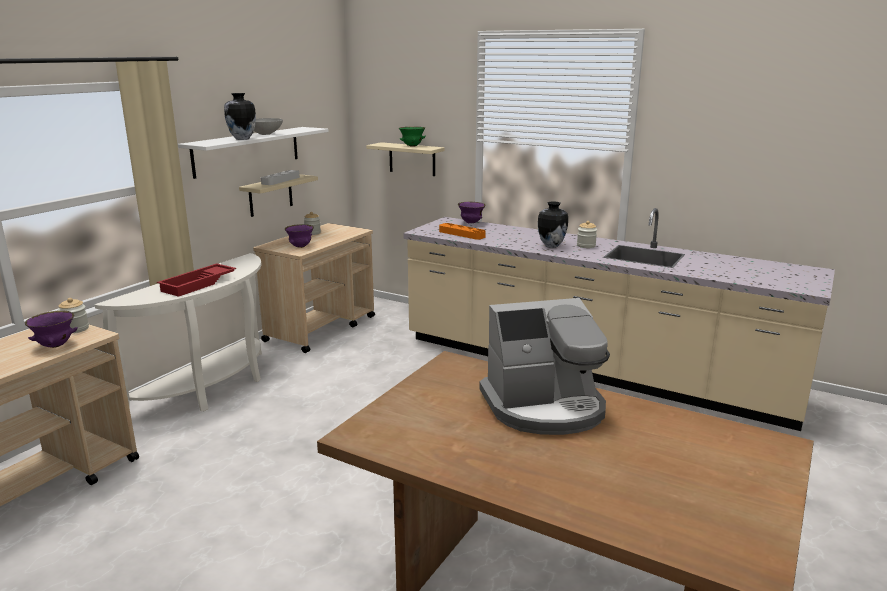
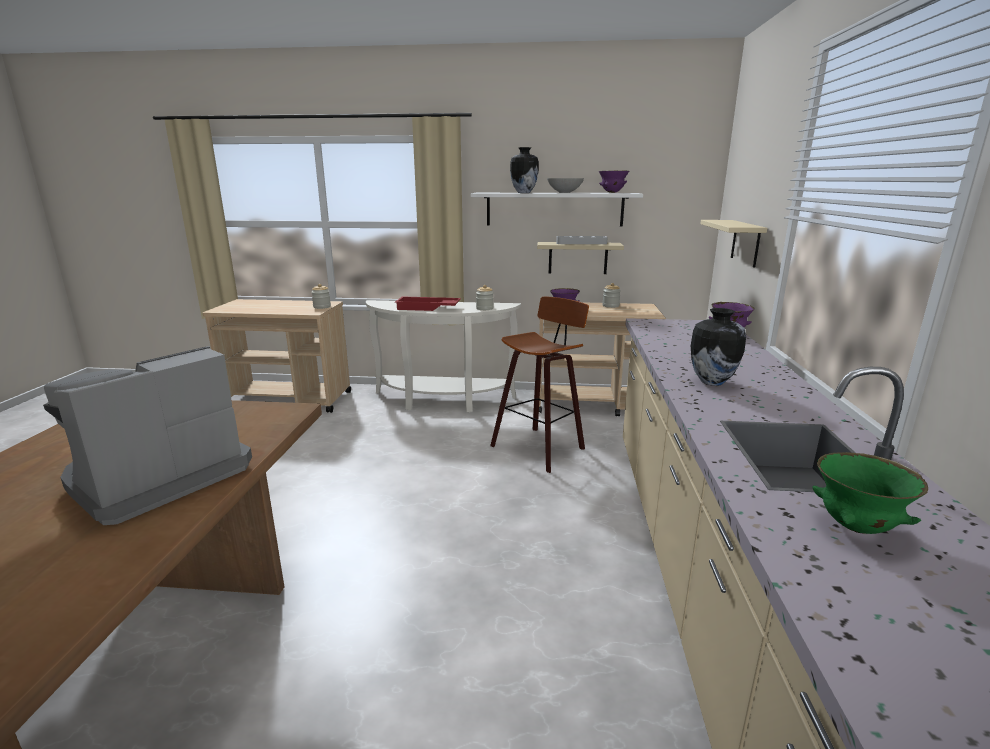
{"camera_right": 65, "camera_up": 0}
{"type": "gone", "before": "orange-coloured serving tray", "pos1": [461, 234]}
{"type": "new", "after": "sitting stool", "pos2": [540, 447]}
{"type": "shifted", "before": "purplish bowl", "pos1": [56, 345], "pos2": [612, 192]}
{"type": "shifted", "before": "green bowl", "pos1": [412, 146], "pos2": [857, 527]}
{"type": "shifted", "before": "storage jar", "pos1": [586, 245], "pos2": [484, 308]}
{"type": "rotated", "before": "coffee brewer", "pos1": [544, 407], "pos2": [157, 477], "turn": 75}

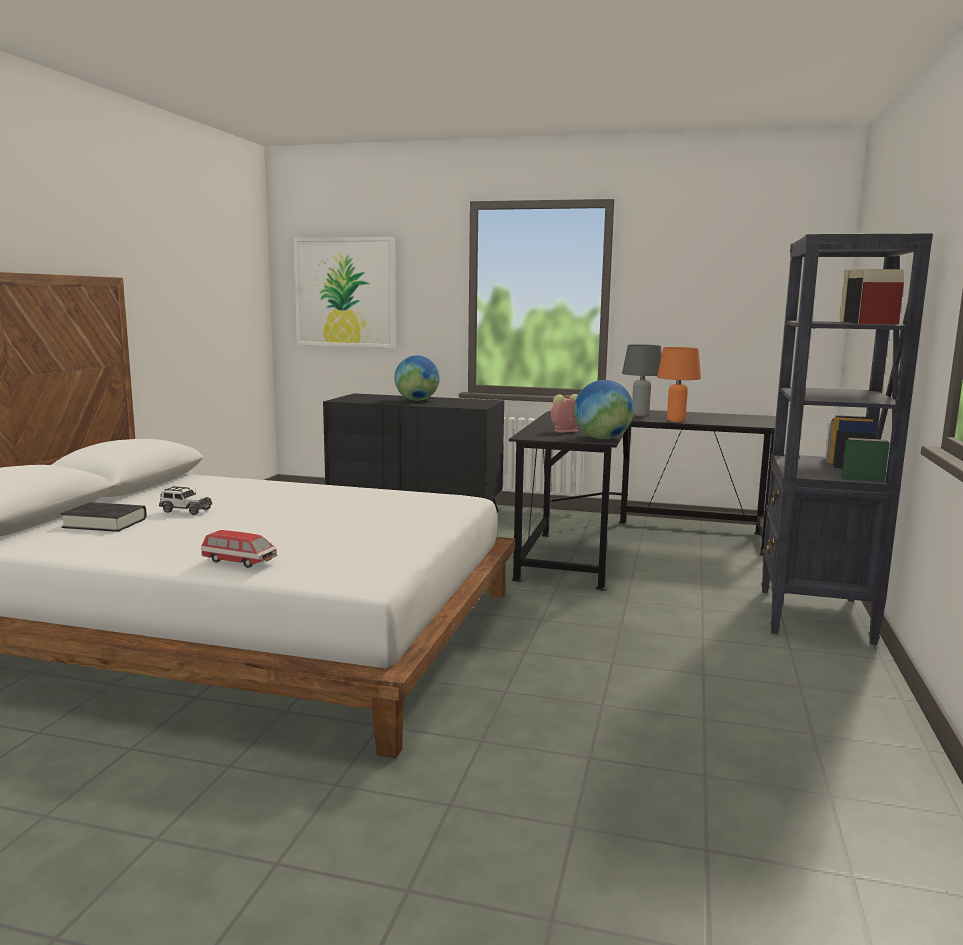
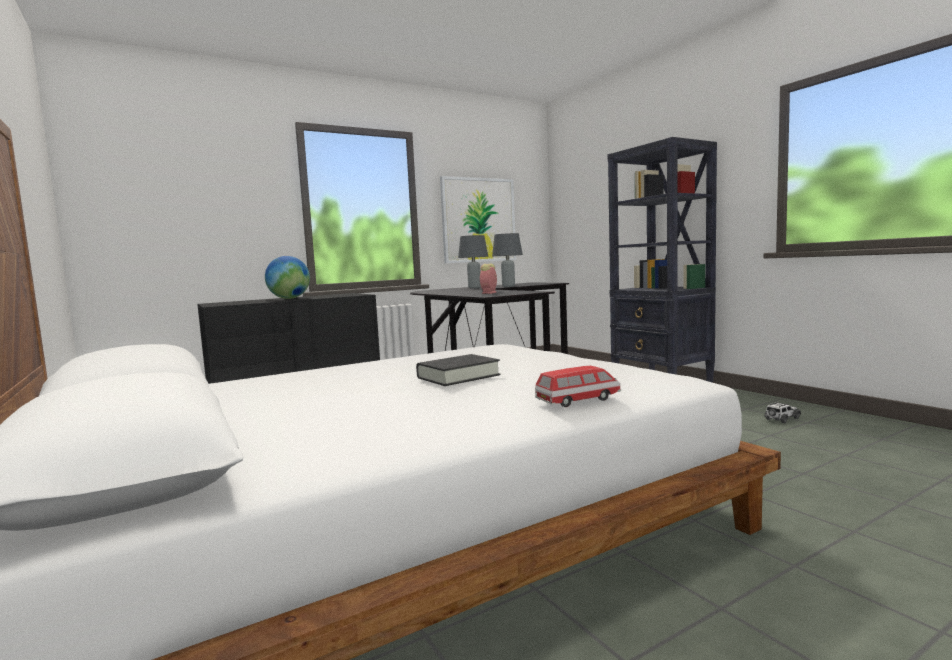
{"camera_right": -45, "camera_up": -5}
{"type": "gone", "before": "globe", "pos1": [602, 439]}
{"type": "shifted", "before": "blackish book", "pos1": [105, 523], "pos2": [458, 376]}
{"type": "shifted", "before": "miniature car", "pos1": [185, 511], "pos2": [782, 419]}
{"type": "shifted", "before": "picture", "pos1": [345, 292], "pos2": [478, 220]}
{"type": "repainted", "before": "orange-coloured lamp for a table", "after": "greyish lamp for a table", "pos1": [675, 421], "pos2": [508, 286]}

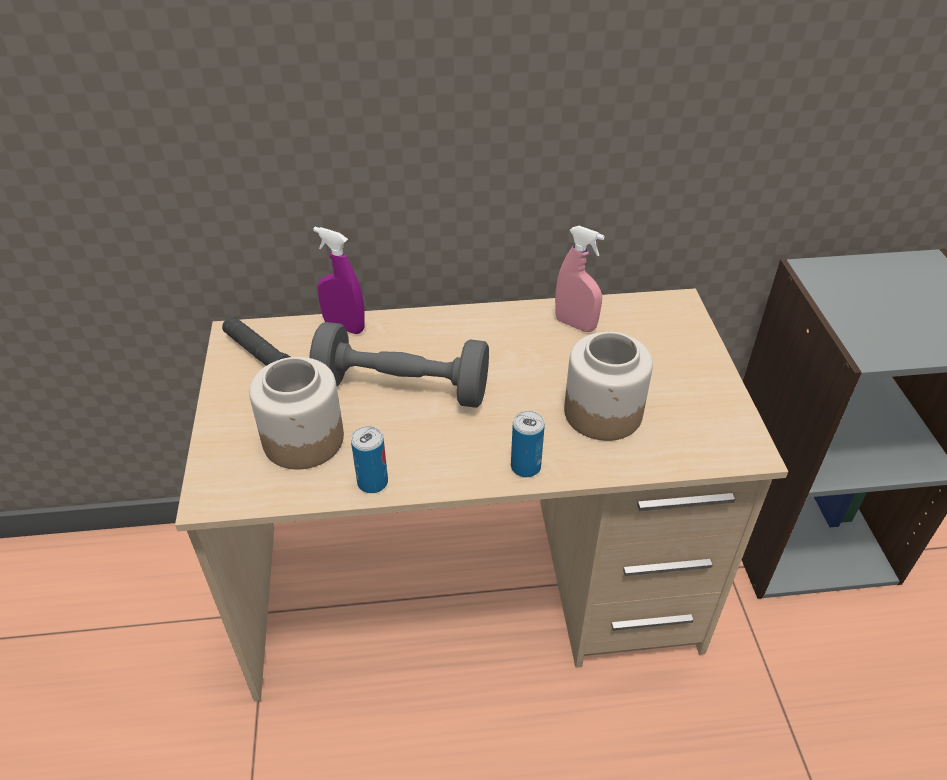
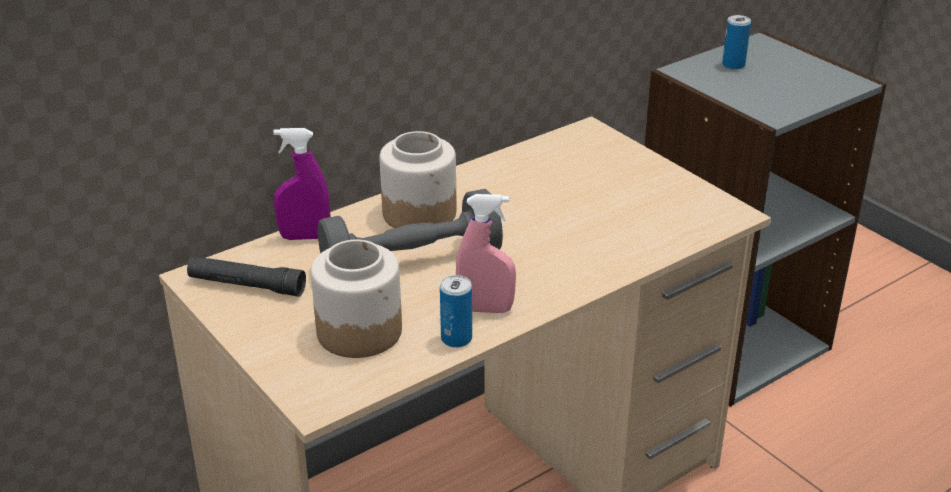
{"camera_right": -30, "camera_up": -10}
{"type": "shifted", "before": "sealed can", "pos1": [525, 467], "pos2": [733, 65]}
{"type": "shifted", "before": "pinkish sprayer", "pos1": [575, 324], "pos2": [485, 309]}
{"type": "shifted", "before": "storage jar", "pos1": [603, 412], "pos2": [420, 213]}

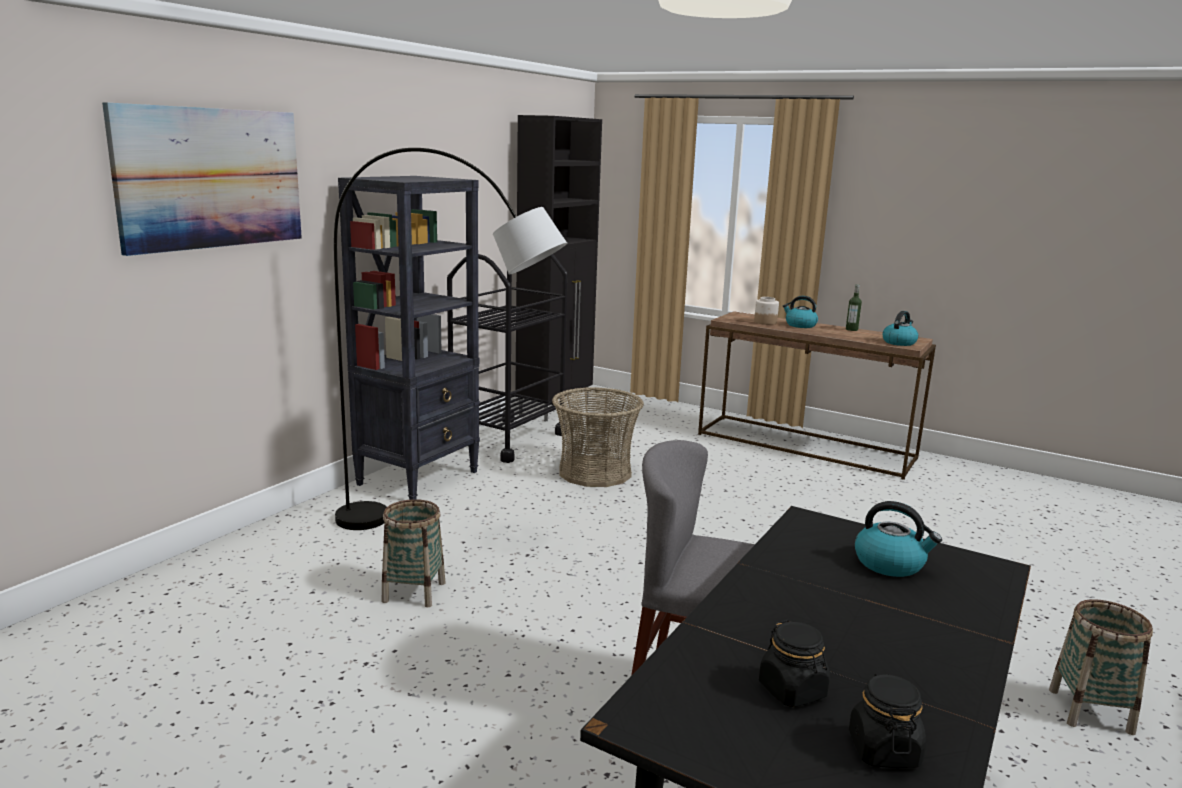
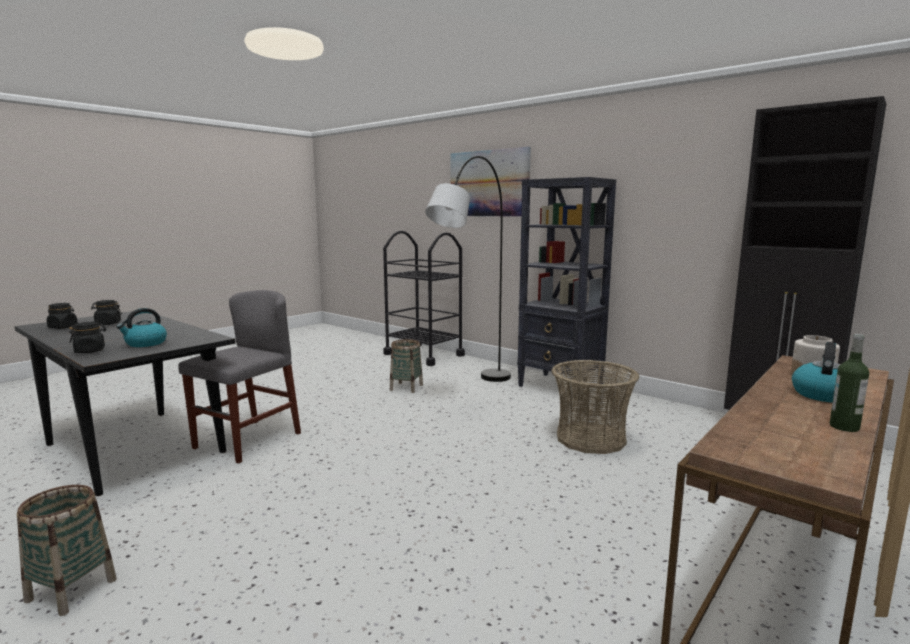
{"camera_right": 100, "camera_up": -5}
{"type": "gone", "before": "kettle", "pos1": [899, 342]}
{"type": "new", "after": "blackish storage jar", "pos2": [90, 351]}
{"type": "shifted", "before": "blackish cart", "pos1": [507, 440], "pos2": [424, 355]}

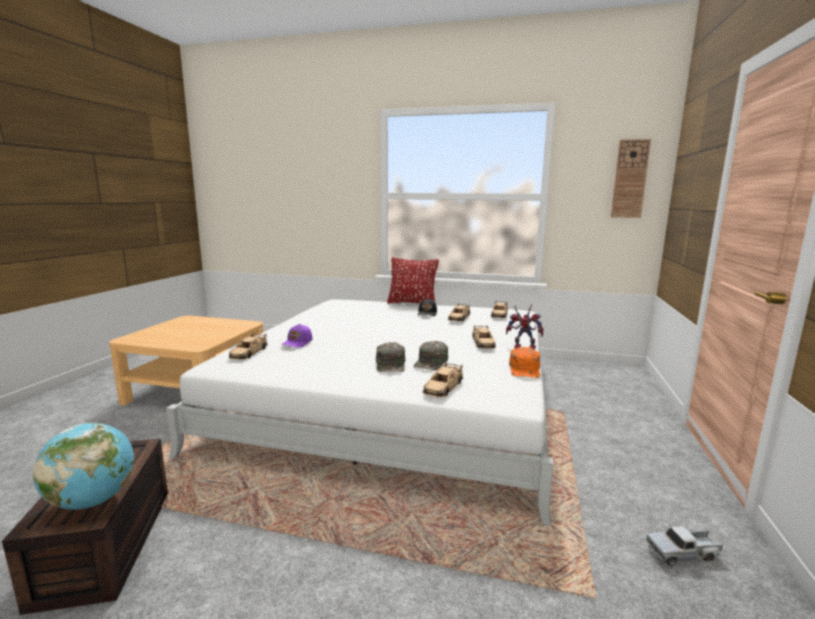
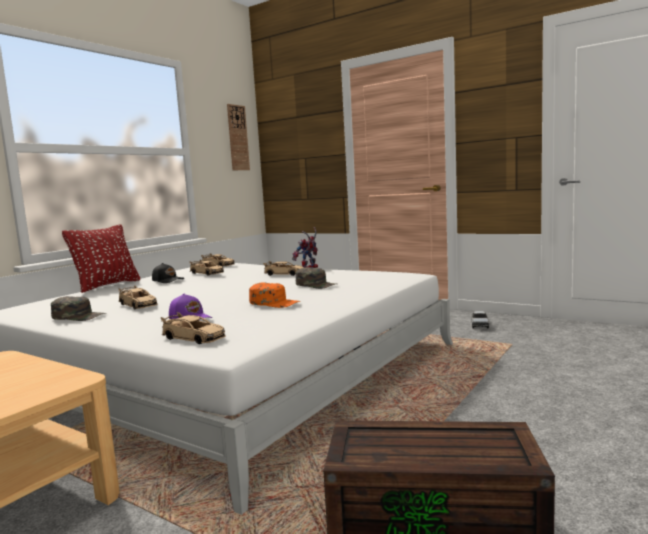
{"camera_right": -70, "camera_up": -5}
{"type": "gone", "before": "globe", "pos1": [93, 501]}
{"type": "shifted", "before": "green peaked cap", "pos1": [391, 364], "pos2": [79, 316]}
{"type": "shifted", "before": "beige miniature car", "pos1": [443, 387], "pos2": [138, 305]}
{"type": "shifted", "before": "orange-coloured peaked cap", "pos1": [525, 369], "pos2": [274, 303]}

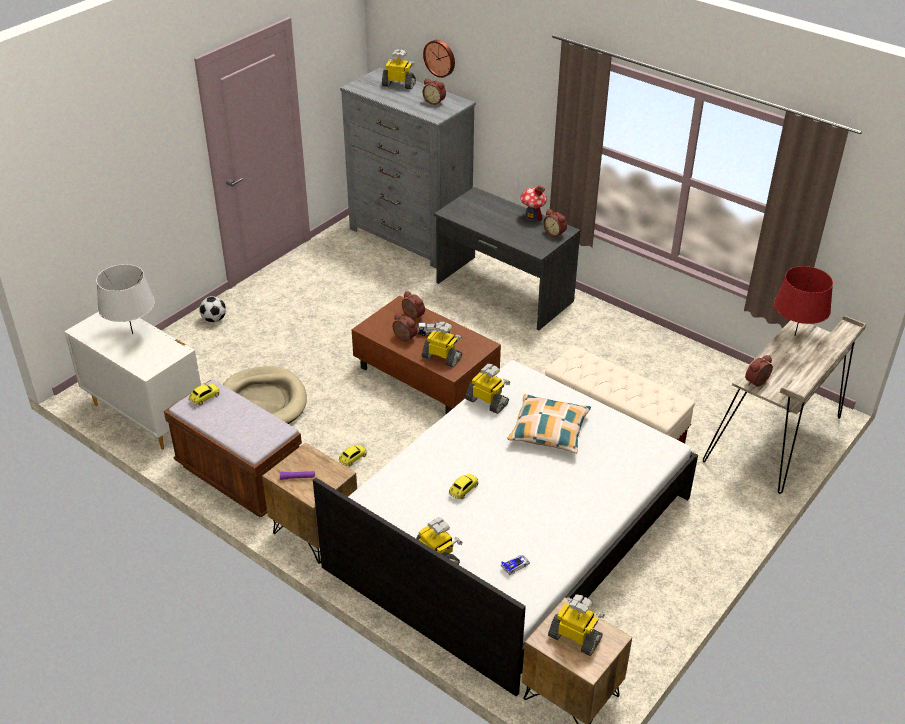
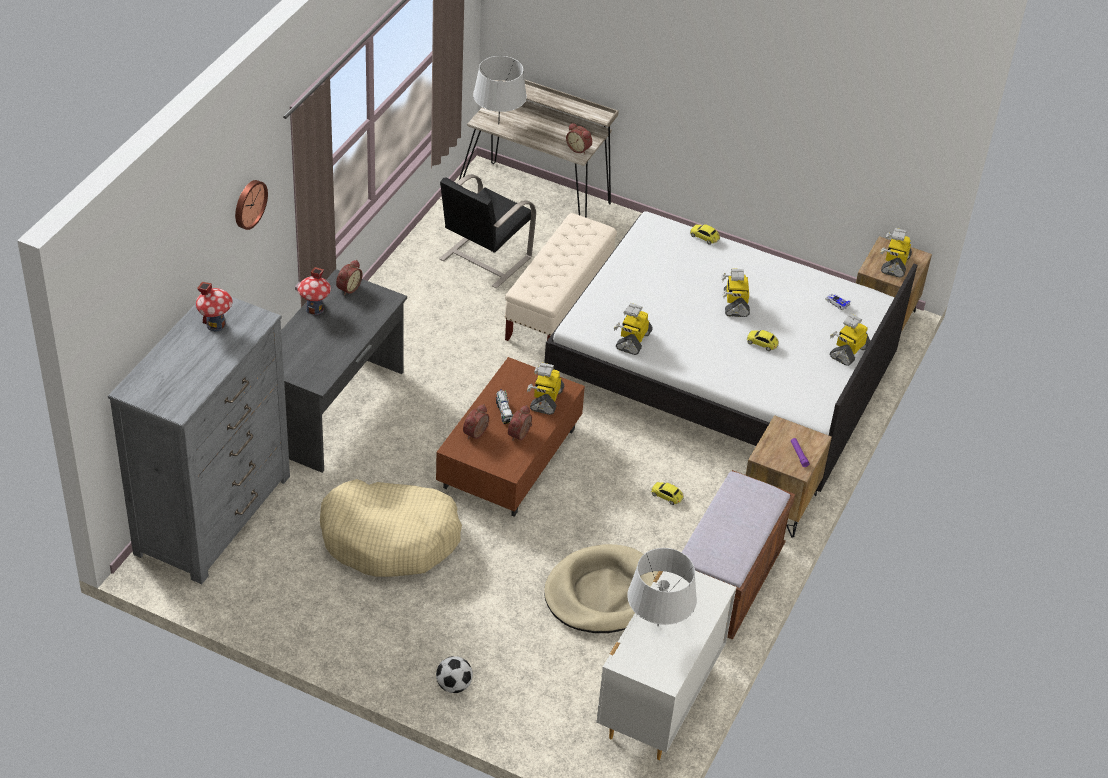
{"camera_right": -105, "camera_up": 5}
{"type": "gone", "before": "cushion", "pos1": [549, 430]}
{"type": "new", "after": "beige pet bed", "pos2": [390, 538]}
{"type": "new", "after": "blackish upright chair", "pos2": [484, 259]}
{"type": "shifted", "before": "miniature car", "pos1": [204, 398], "pos2": [704, 237]}
{"type": "shifted", "before": "robot figure", "pos1": [399, 84], "pos2": [735, 304]}
{"type": "shifted", "before": "clock on the wall", "pos1": [440, 58], "pos2": [249, 203]}
{"type": "swapped", "before": "table clock", "after": "model house", "pos1": [435, 102], "pos2": [216, 324]}
{"type": "repainted", "before": "reddish lamp for a table", "after": "greyish lamp for a table", "pos1": [794, 336], "pos2": [499, 124]}

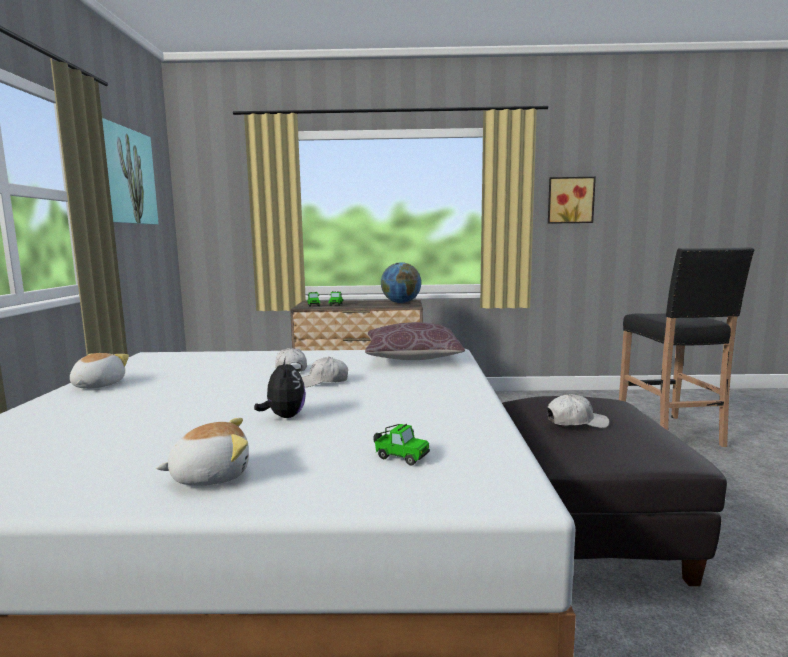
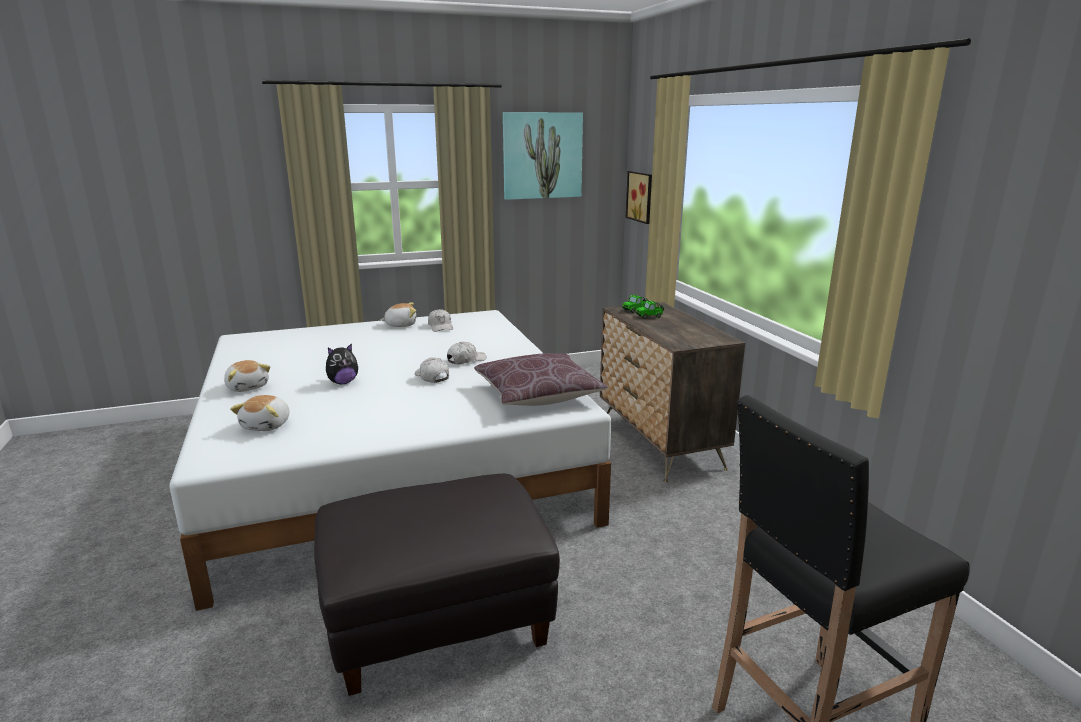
{"camera_right": 70, "camera_up": 10}
{"type": "gone", "before": "globe", "pos1": [401, 303]}
{"type": "shifted", "before": "white peaked cap", "pos1": [576, 422], "pos2": [440, 326]}
{"type": "shifted", "before": "picture", "pos1": [570, 200], "pos2": [641, 196]}
{"type": "swapped", "before": "miniature car", "after": "plush toy", "pos1": [399, 457], "pos2": [267, 425]}

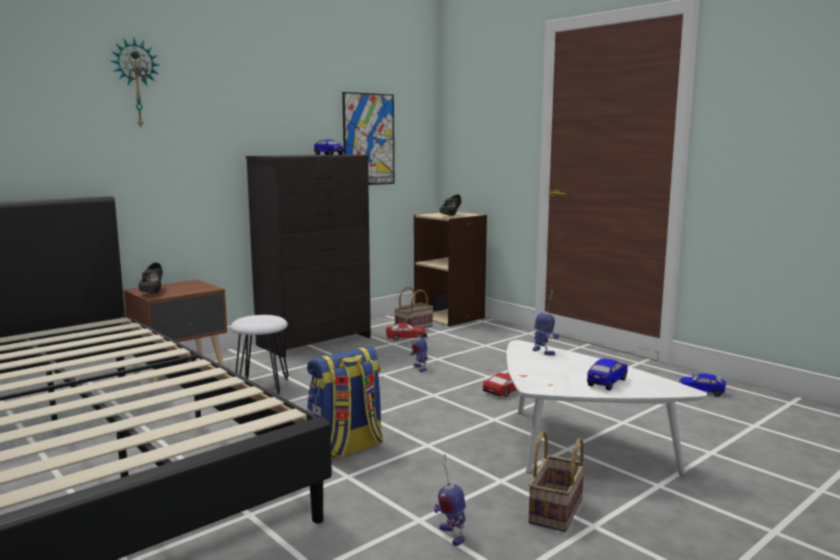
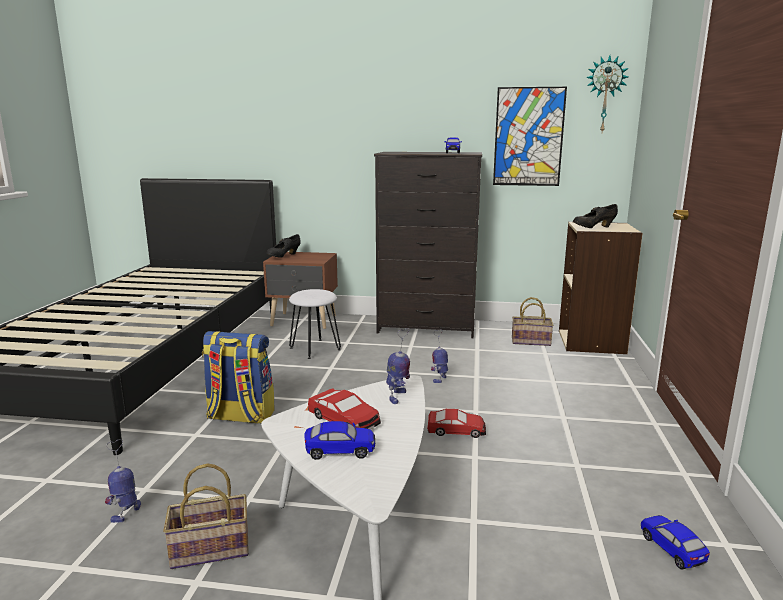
{"camera_right": 50, "camera_up": 5}
{"type": "shifted", "before": "clock on the wall", "pos1": [136, 83], "pos2": [605, 95]}
{"type": "shifted", "before": "miniature car", "pos1": [406, 337], "pos2": [344, 420]}

